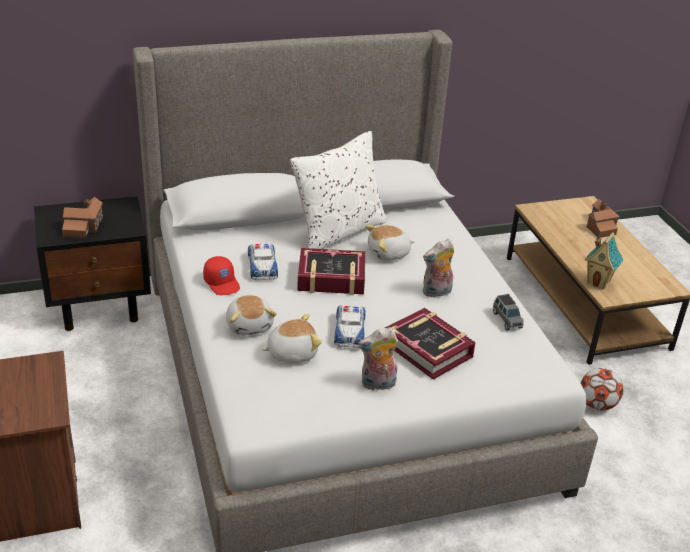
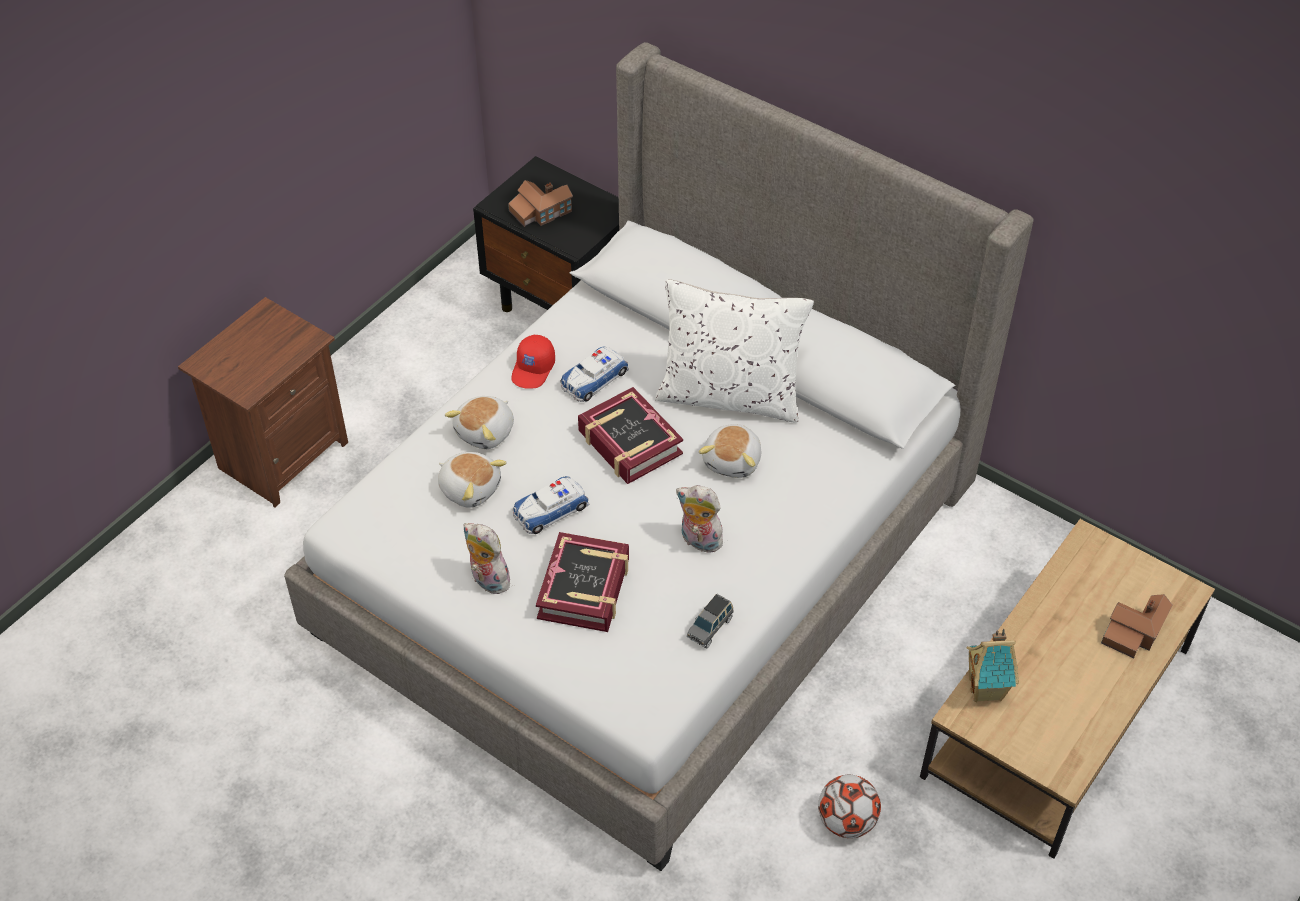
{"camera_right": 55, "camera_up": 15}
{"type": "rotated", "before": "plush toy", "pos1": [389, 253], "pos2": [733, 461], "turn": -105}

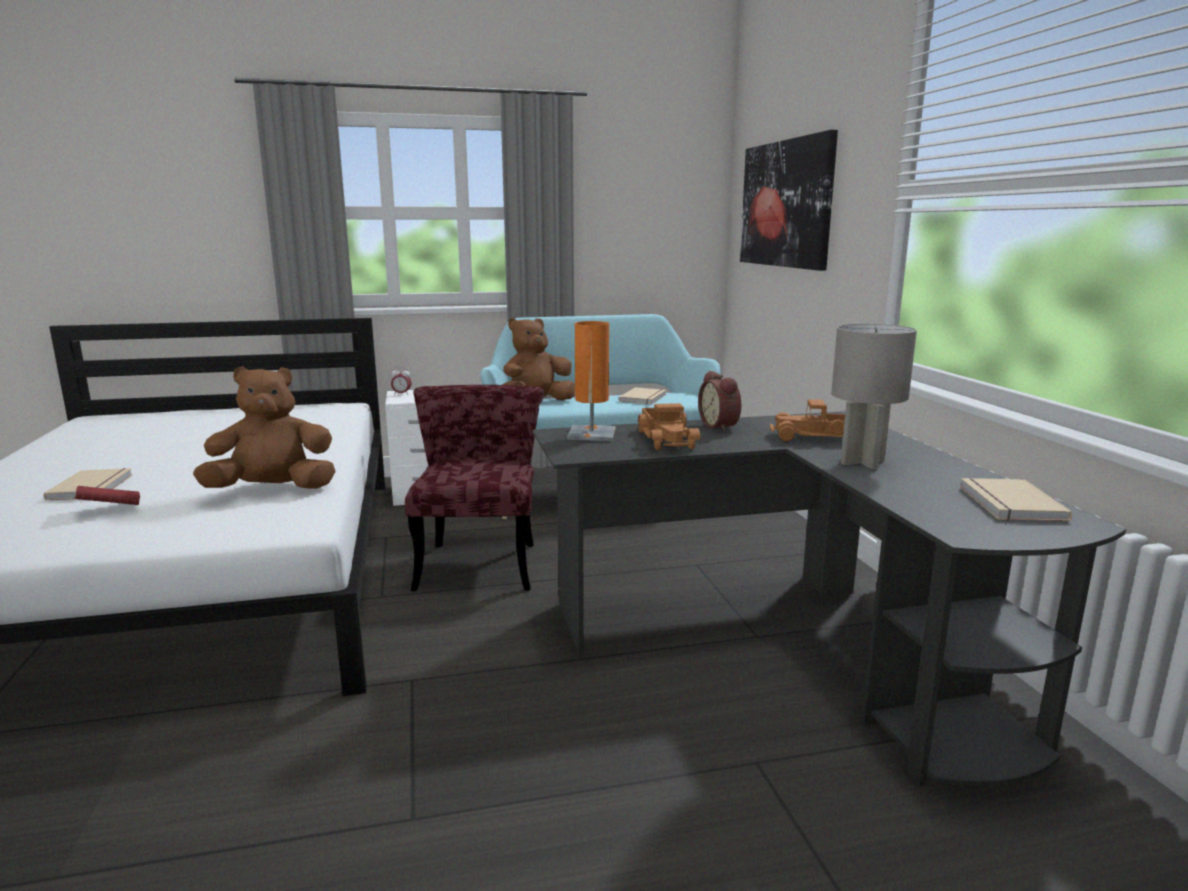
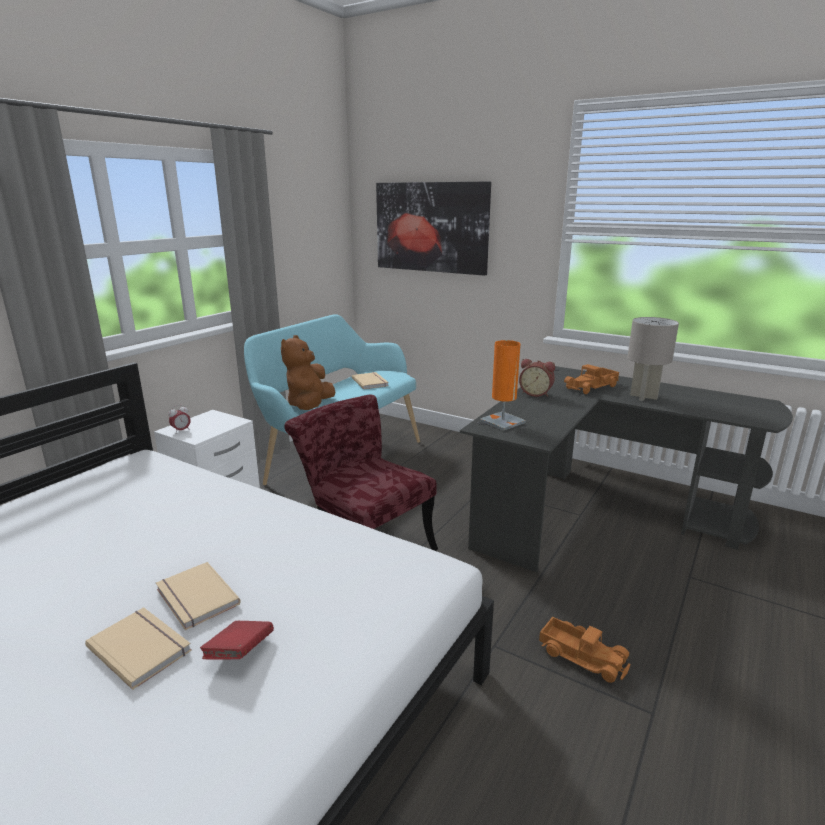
{"camera_right": -45, "camera_up": 5}
{"type": "gone", "before": "brownish plush toy", "pos1": [273, 490]}
{"type": "shifted", "before": "model truck", "pos1": [668, 439], "pos2": [582, 656]}
{"type": "shifted", "before": "beige book", "pos1": [1008, 503], "pos2": [195, 598]}

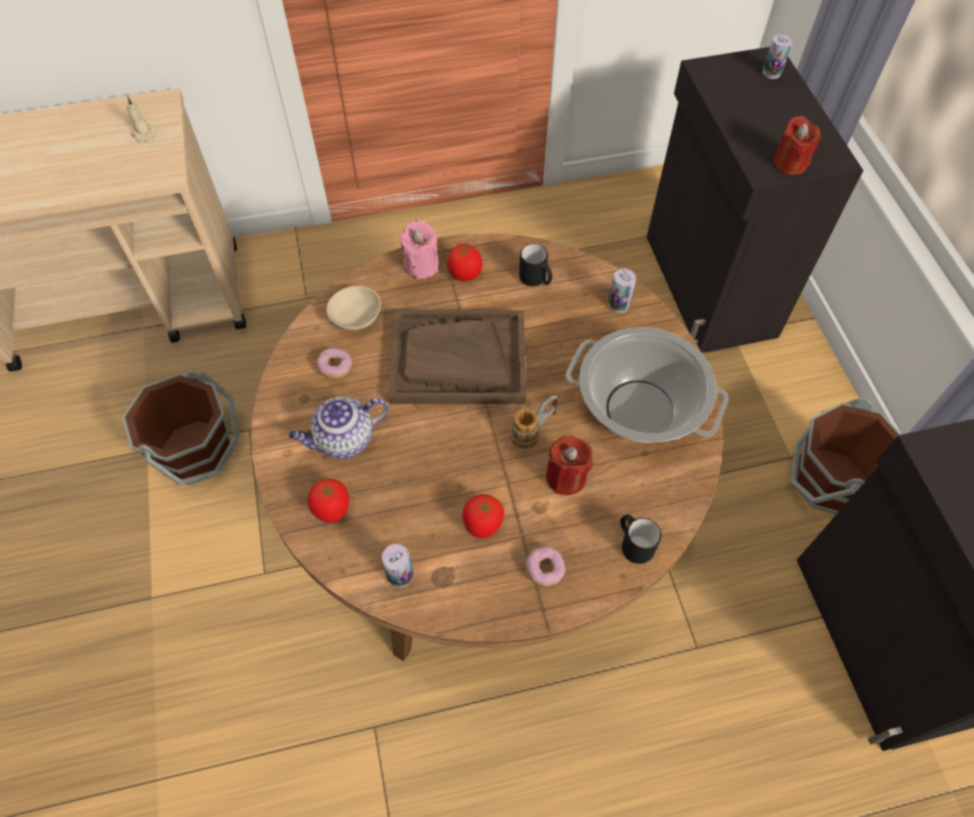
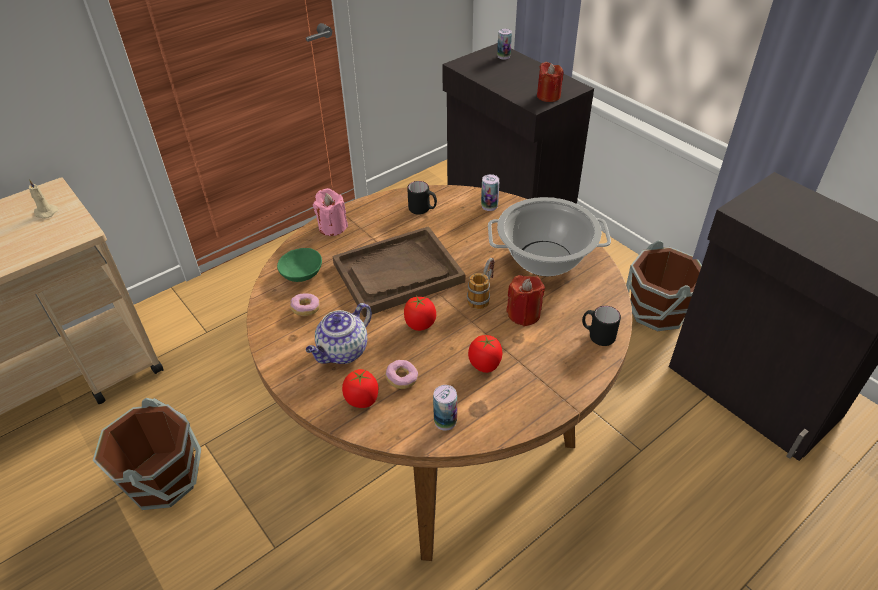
{"camera_right": -25, "camera_up": -15}
{"type": "shifted", "before": "whole tomato", "pos1": [465, 274], "pos2": [420, 324]}
{"type": "shifted", "before": "donut", "pos1": [545, 569], "pos2": [402, 379]}
{"type": "repainted", "before": "beige bowl", "after": "green bowl", "pos1": [355, 315], "pos2": [301, 272]}

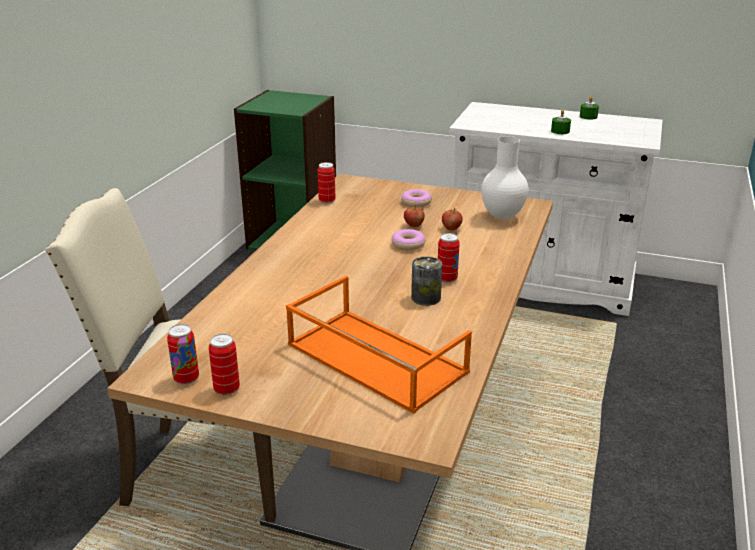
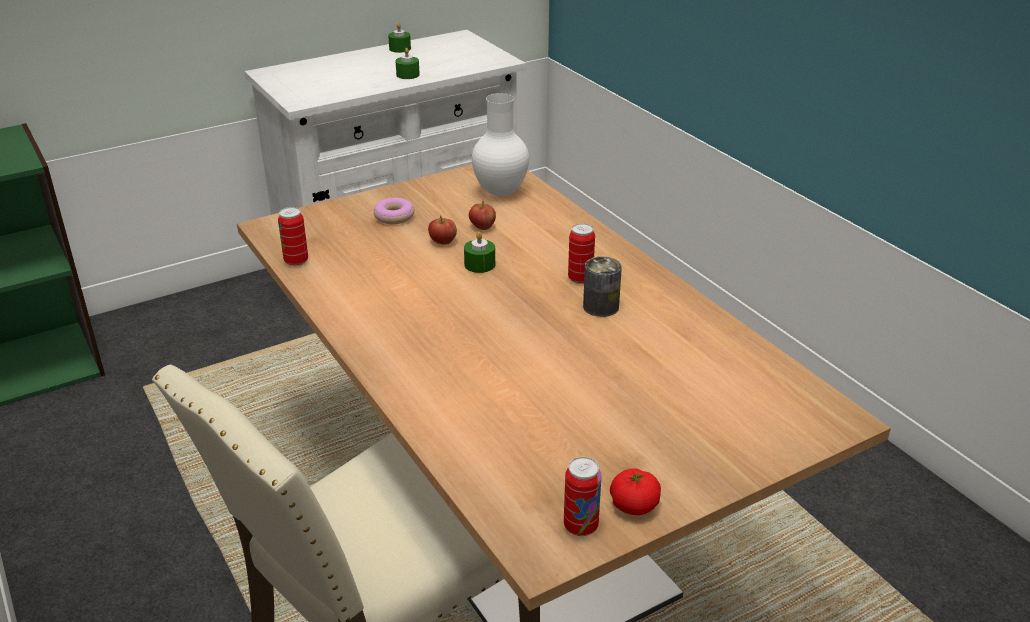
{"camera_right": -50, "camera_up": 5}
{"type": "gone", "before": "orange-coloured serving tray", "pos1": [373, 358]}
{"type": "swapped", "before": "sealed can", "after": "whole tomato", "pos1": [226, 389], "pos2": [634, 505]}
{"type": "swapped", "before": "donut", "after": "green wax candle", "pos1": [408, 244], "pos2": [479, 264]}

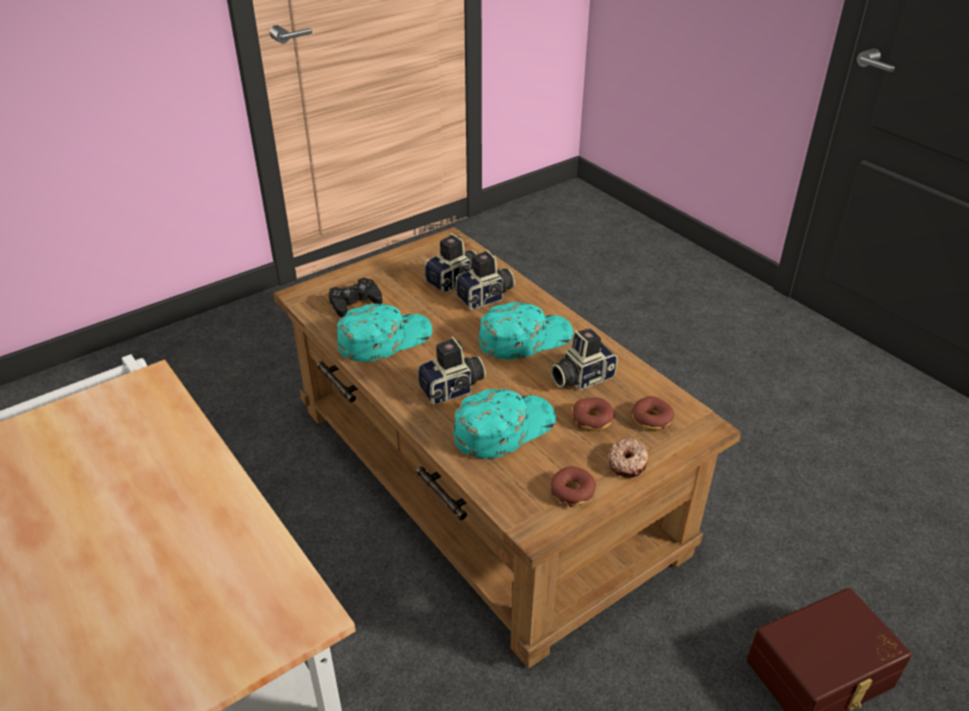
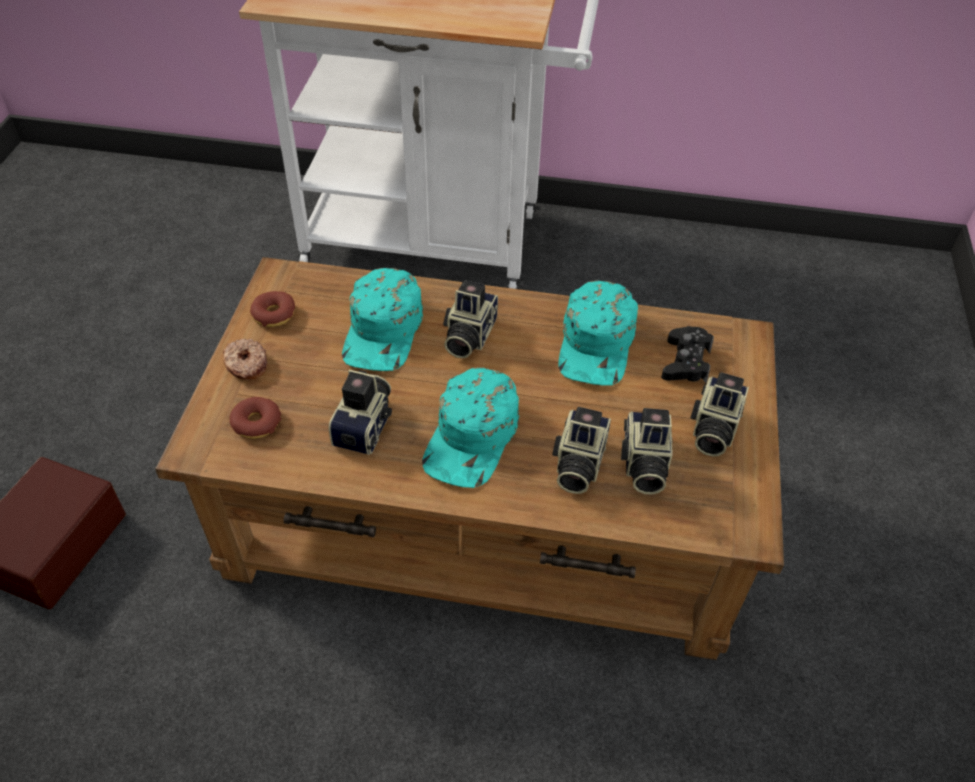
{"camera_right": 135, "camera_up": 10}
{"type": "gone", "before": "donut", "pos1": [592, 419]}
{"type": "new", "after": "photo camera", "pos2": [712, 429]}

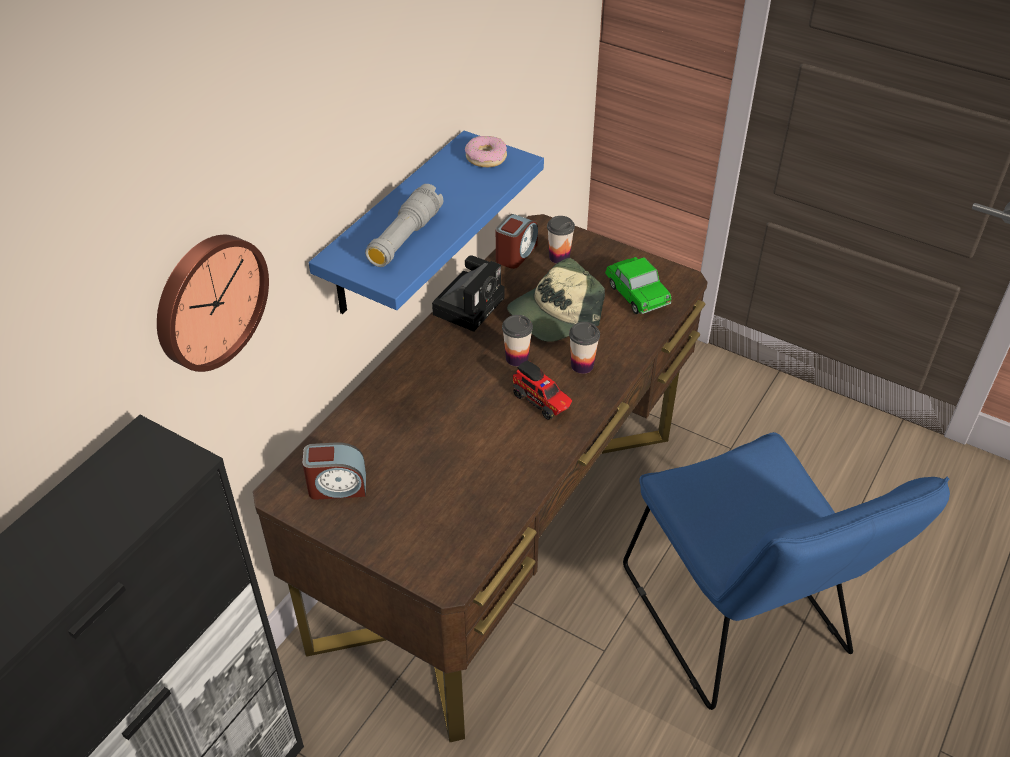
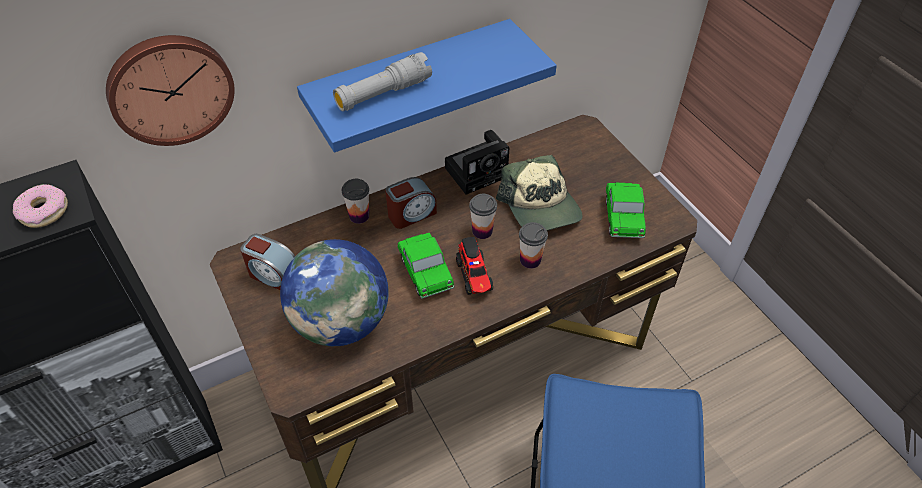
{"camera_right": 30, "camera_up": 5}
{"type": "new", "after": "globe", "pos2": [341, 322]}
{"type": "new", "after": "miniature car", "pos2": [425, 272]}
{"type": "shifted", "before": "donut", "pos1": [486, 157], "pos2": [44, 211]}
{"type": "shifted", "before": "table clock", "pos1": [516, 254], "pos2": [411, 214]}
{"type": "shifted", "before": "small cup", "pos1": [559, 257], "pos2": [359, 216]}
{"type": "rotated", "before": "peaked cap", "pos1": [554, 314], "pos2": [540, 206], "turn": -105}

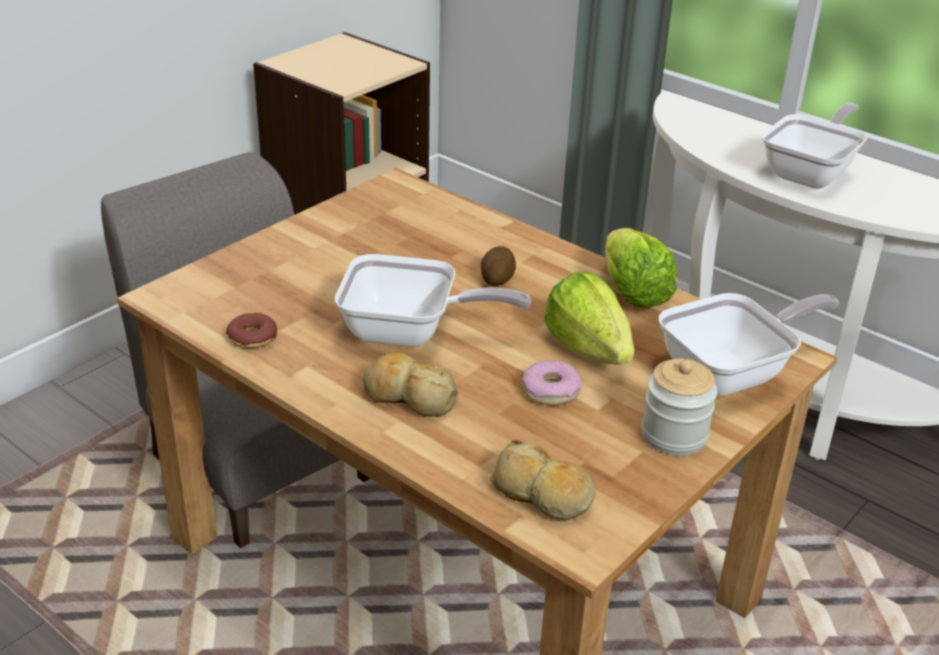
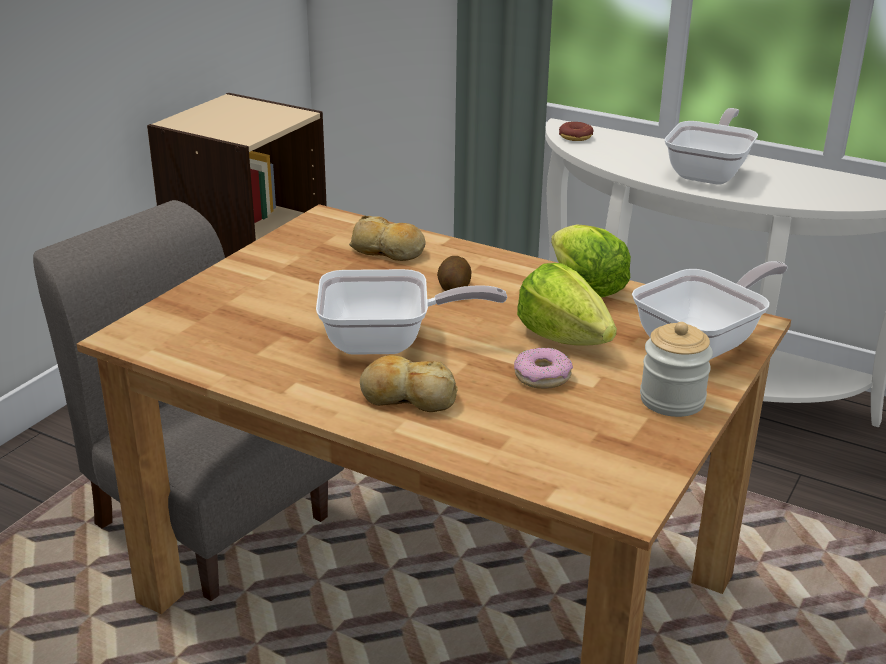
{"camera_right": -10, "camera_up": -5}
{"type": "shifted", "before": "donut", "pos1": [252, 338], "pos2": [575, 137]}
{"type": "shifted", "before": "bread", "pos1": [543, 494], "pos2": [388, 251]}

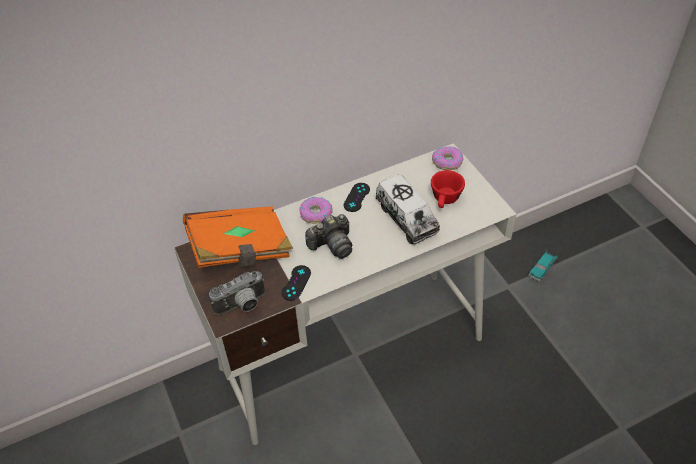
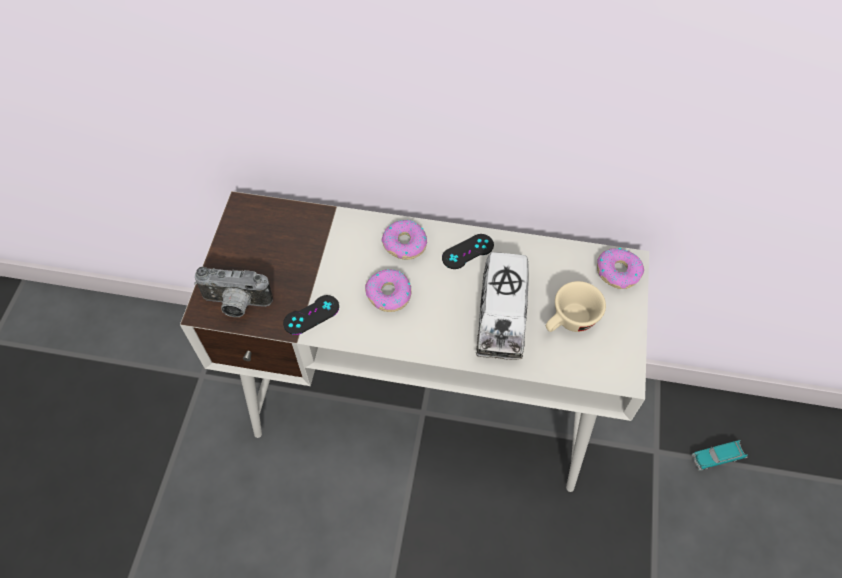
{"camera_right": 35, "camera_up": 10}
{"type": "gone", "before": "orange-coloured book", "pos1": [240, 250]}
{"type": "swapped", "before": "photo camera", "after": "donut", "pos1": [332, 245], "pos2": [389, 294]}
{"type": "repainted", "before": "reddish small cup", "after": "beige small cup", "pos1": [445, 200], "pos2": [569, 322]}

